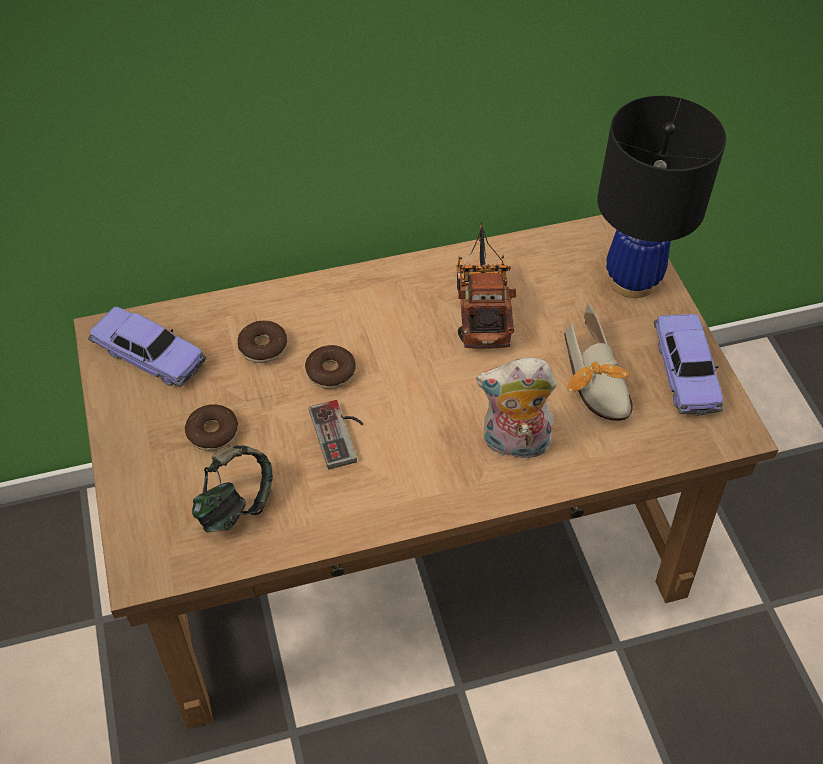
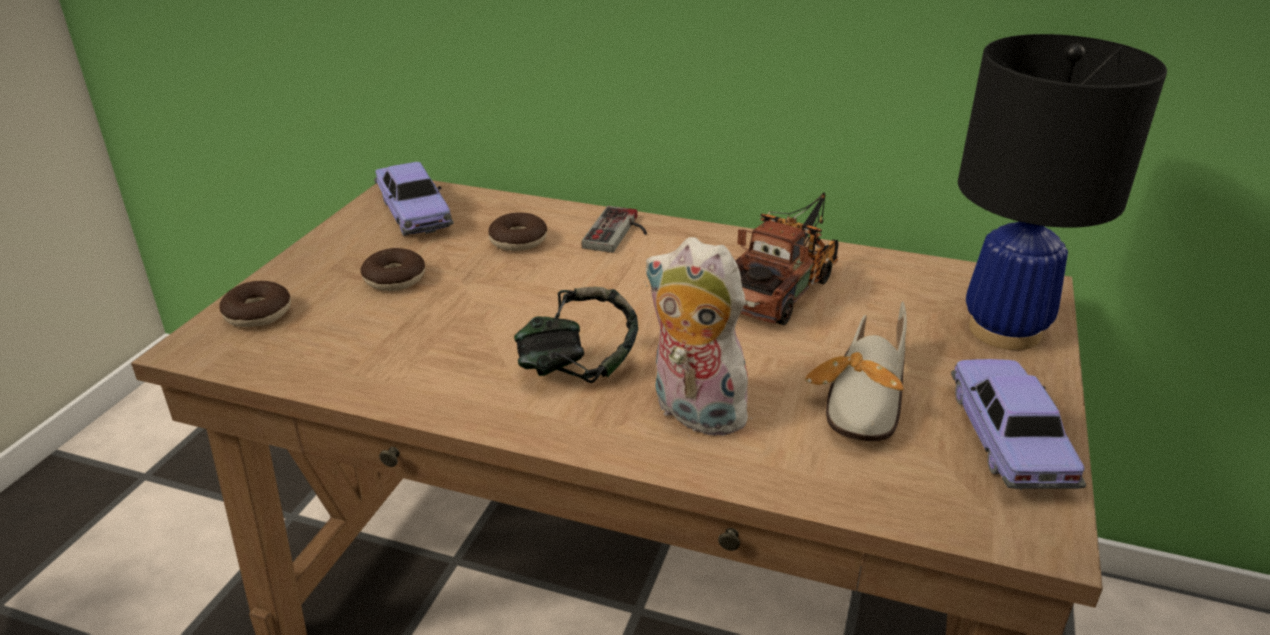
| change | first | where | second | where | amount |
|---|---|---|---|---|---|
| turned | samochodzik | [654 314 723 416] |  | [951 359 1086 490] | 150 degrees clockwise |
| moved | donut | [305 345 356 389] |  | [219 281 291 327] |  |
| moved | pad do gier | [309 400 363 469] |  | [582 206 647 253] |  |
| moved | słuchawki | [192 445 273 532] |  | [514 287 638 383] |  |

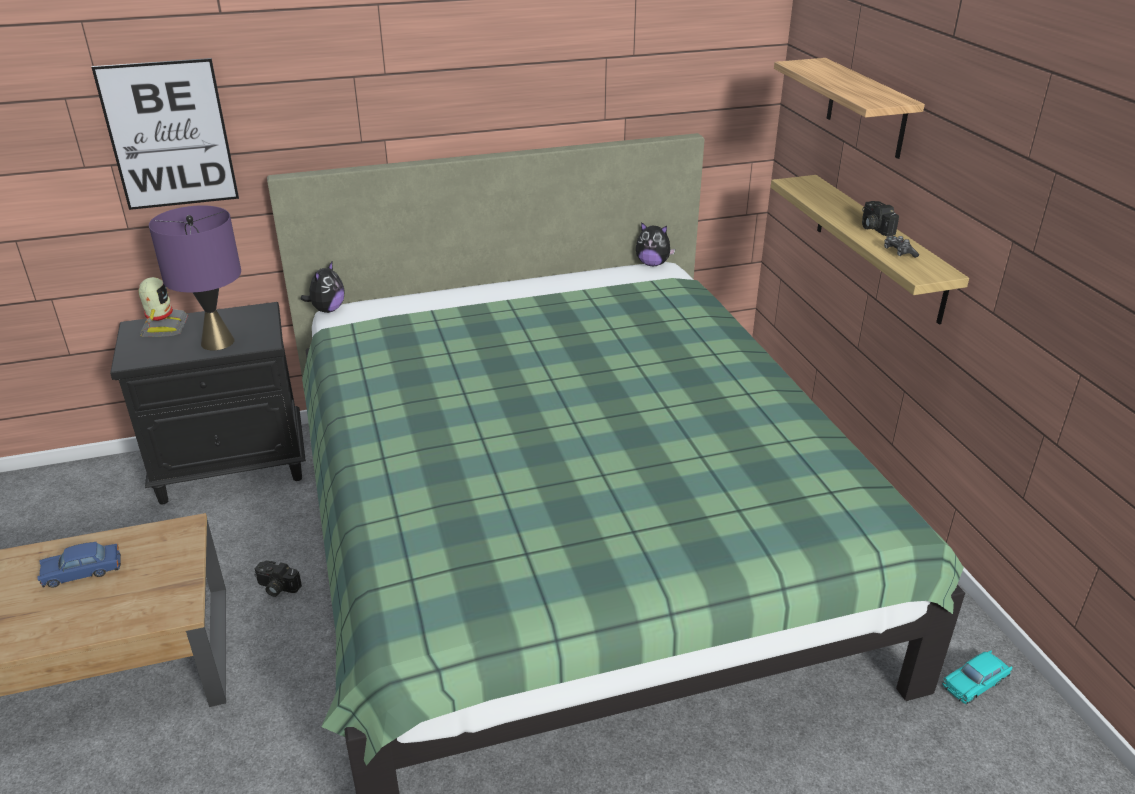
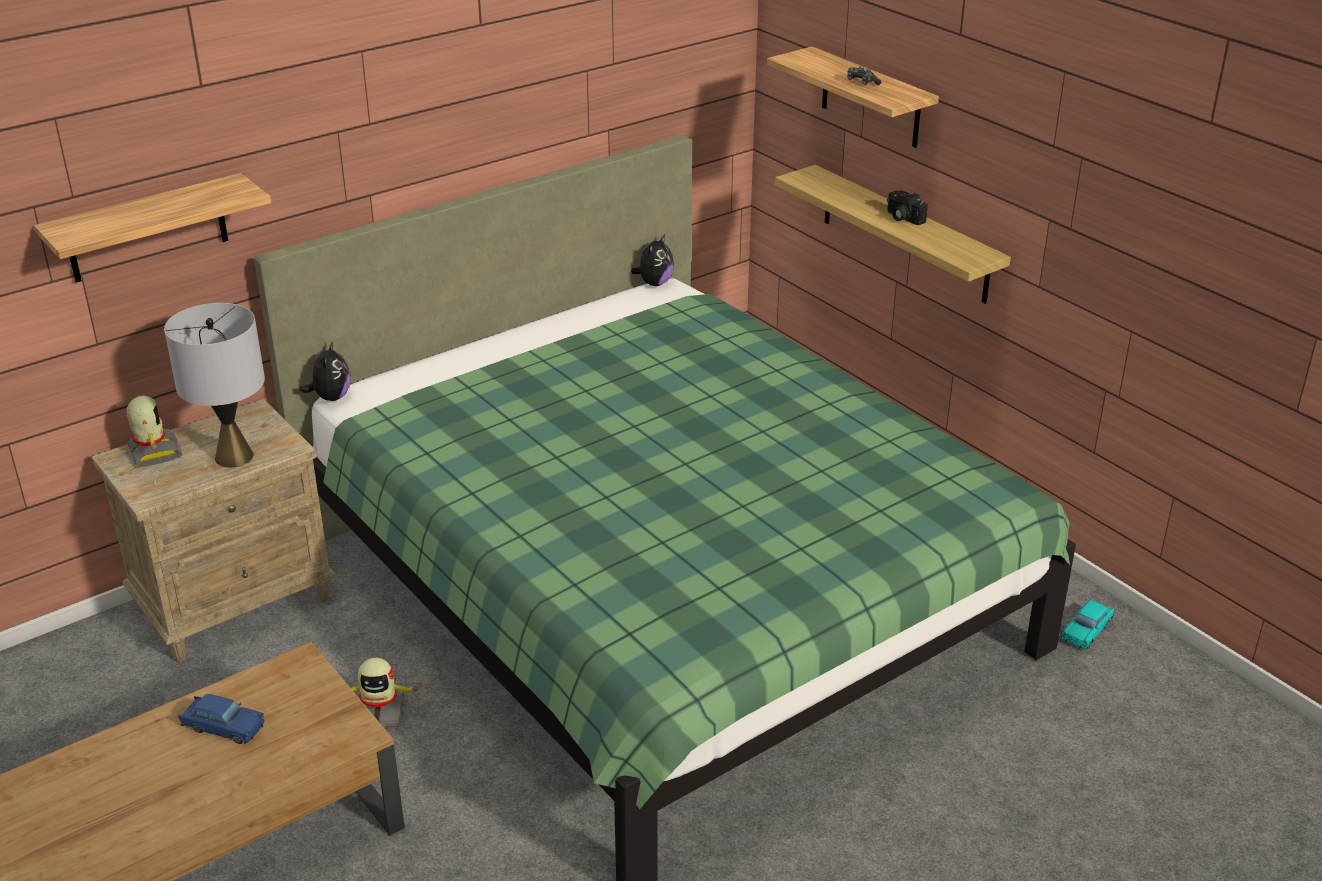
| change | first | where | second | where | amount |
|---|---|---|---|---|---|
| replaced | obraz | [91 58 239 210] | półka | [34 173 271 283] |  |
| recoloured | lampa stołowa (fioletowy) | [149 205 241 350] | lampa stołowa (szary) | [164 303 265 467] |  |
| turned | pluszak | [636 222 675 266] |  | [631 234 674 286] | 60 degrees counterclockwise |
| moved | pad do gier | [884 236 919 258] |  | [847 66 881 85] |  |
| recoloured | szafka nocna (czarny) | [110 302 306 504] | szafka nocna (beżowy) | [91 399 337 662] |  |
| turned | samochodzik (niebieski) | [37 542 121 588] |  | [178 694 264 744] | 120 degrees counterclockwise |
| replaced | aparat fotograficzny | [255 560 302 597] | robot zabawkowy | [351 658 421 728] |  |

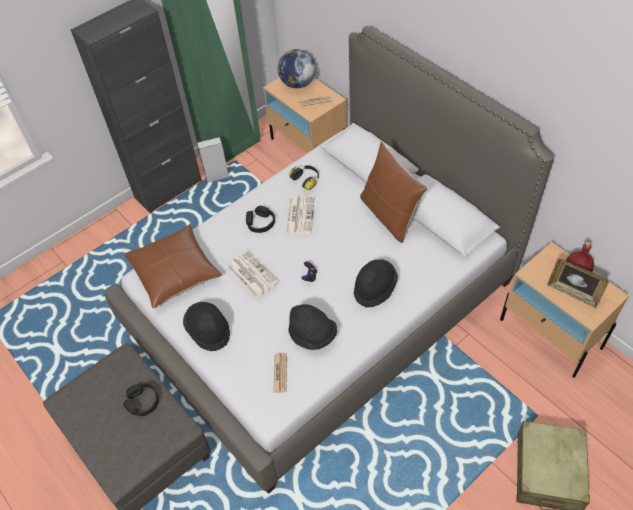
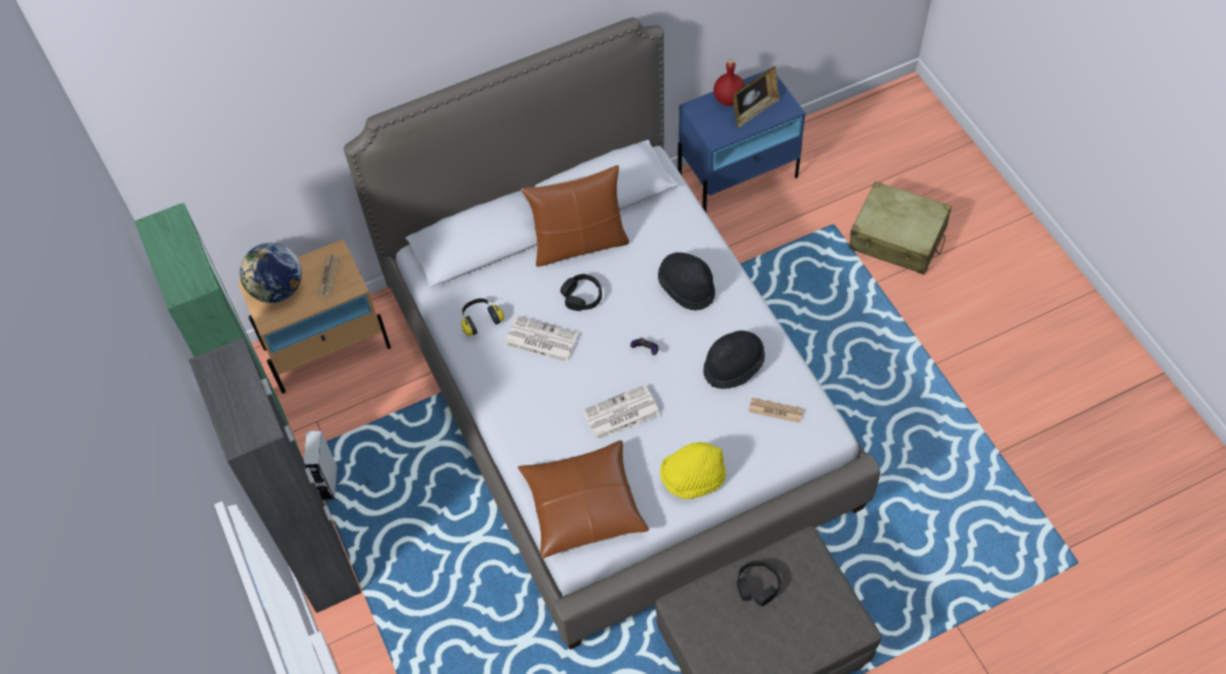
| change | first | where | second | where | amount |
|---|---|---|---|---|---|
| moved | słuchawki (czarny) | [246 206 275 233] |  | [560 274 602 311] |  |
| recoloured | szafka nocna (beżowy) | [500 242 629 378] | szafka nocna (niebieski) | [678 69 805 212] |  |
| recoloured | kapelusz (czarny) | [183 302 230 351] | kapelusz (żółty) | [660 442 726 499] |  |

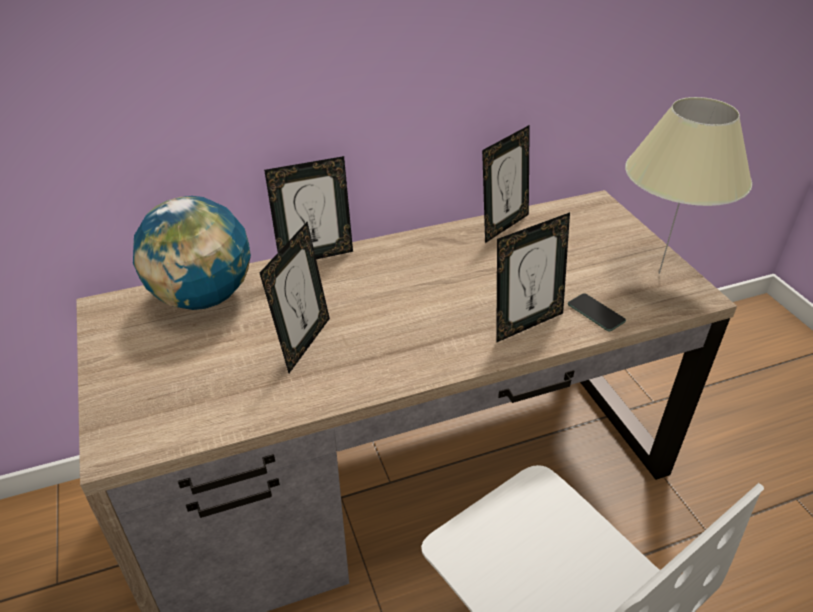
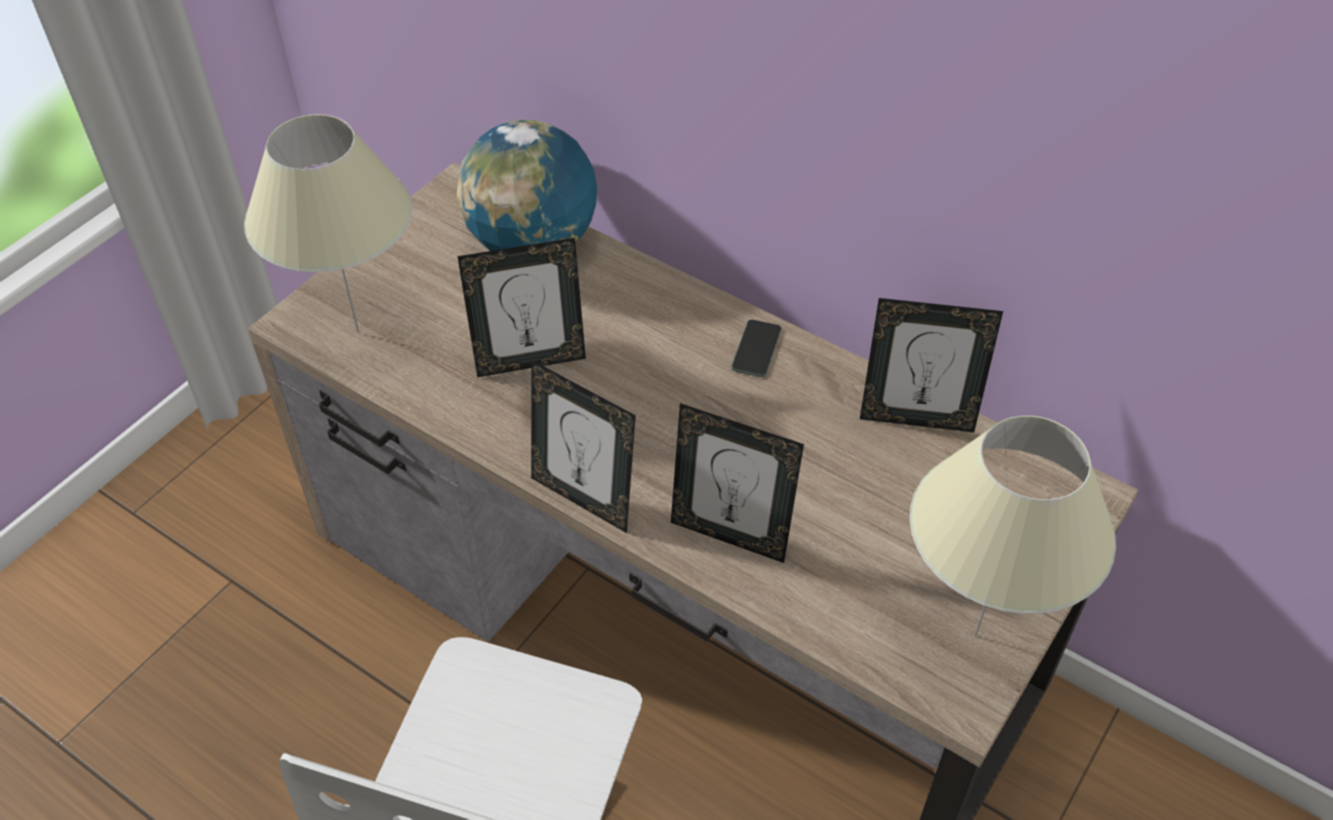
| change | first | where | second | where | amount |
|---|---|---|---|---|---|
| moved | ramka na zdjęcie | [264 156 353 259] |  | [531 360 636 533] |  |
| moved | telefon | [568 293 626 331] |  | [731 319 781 377] |  |
| added |  |  | lampa stołowa (beżowy) | [244 114 412 333] |  |

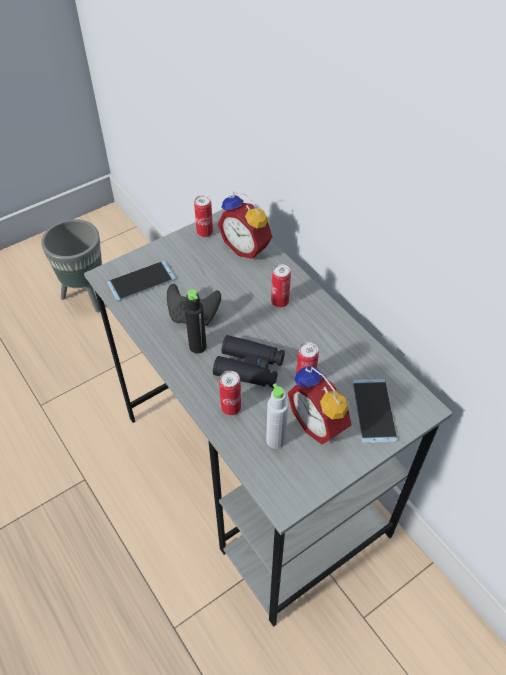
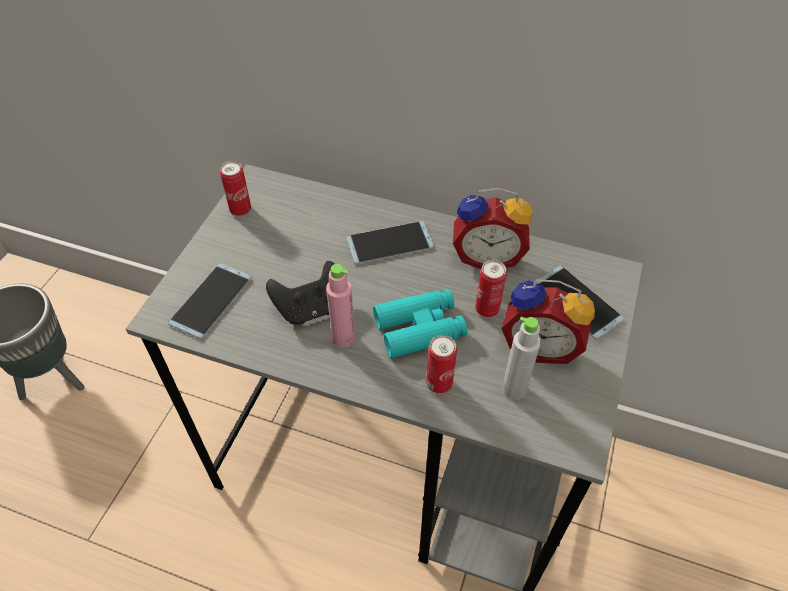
| change | first | where | second | where | amount |
|---|---|---|---|---|---|
| moved | budzik | [218 191 272 259] |  | [453 188 533 269] |  |
| replaced | puszka | [271 264 291 308] | telefon | [347 221 434 264] |  |
| recoloured | butelka (czarny) | [184 289 207 353] | butelka (różowy) | [326 264 355 348] |  |
| recoloured | lornetka (czarny) | [213 335 285 388] | lornetka (turkusowy) | [373 289 468 358] |  |

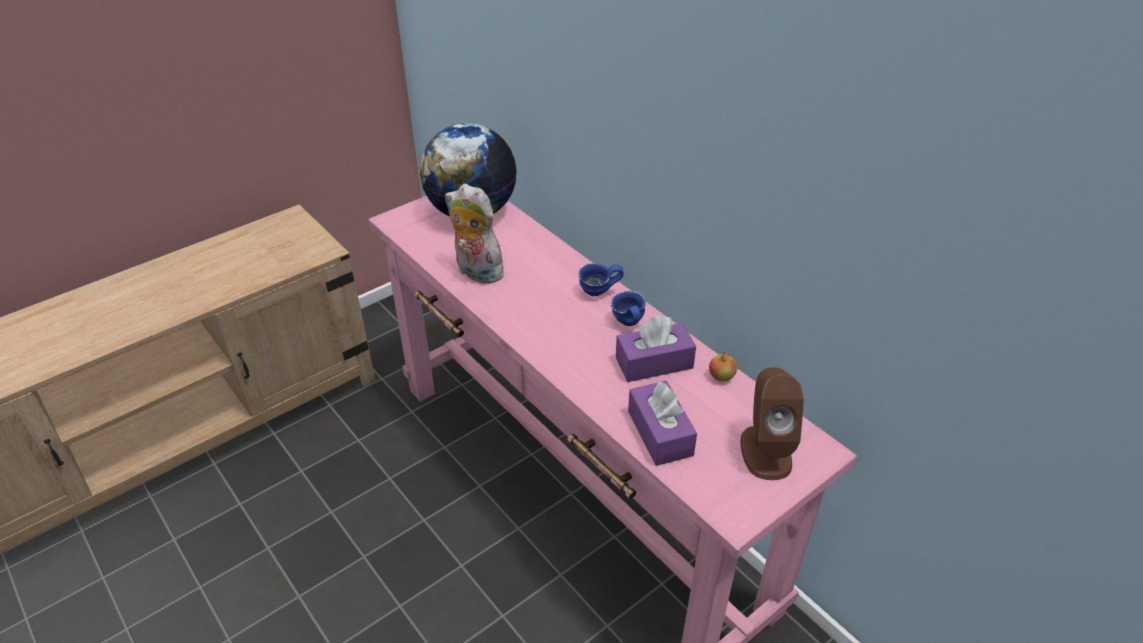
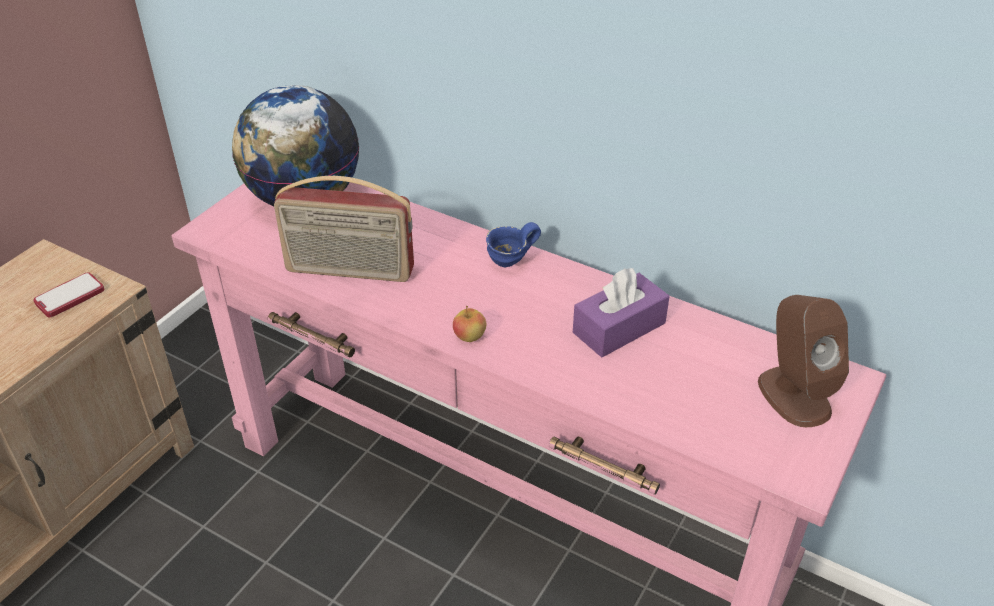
| change | first | where | second | where | amount |
|---|---|---|---|---|---|
| replaced | pluszak | [445 184 510 284] | radio | [274 176 414 282] |  |
| removed | kubek (niebieski) | [611 291 646 326] |  |  |  |
| moved | jabłko | [709 352 737 382] |  | [453 306 486 342] |  |
| removed | pudełko chusteczek (fioletowy) | [628 381 697 466] |  |  |  |
| added |  |  | telefon | [33 272 104 317] |  |

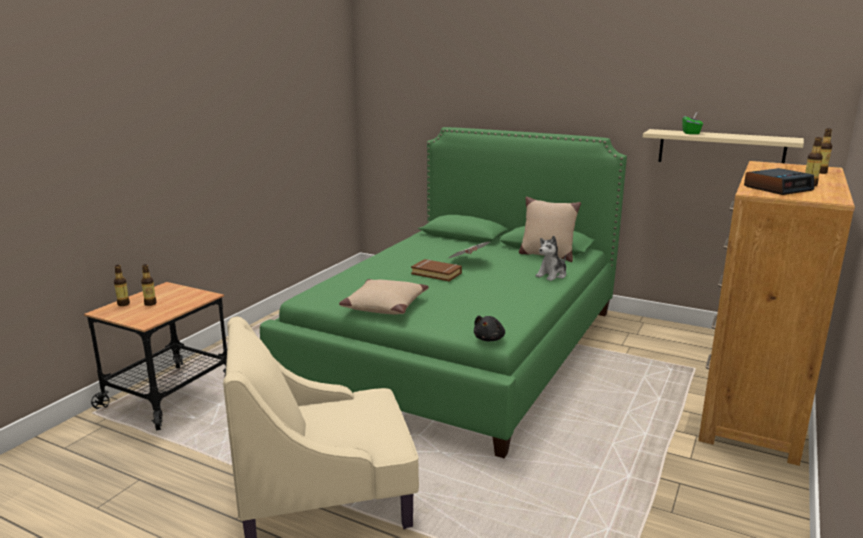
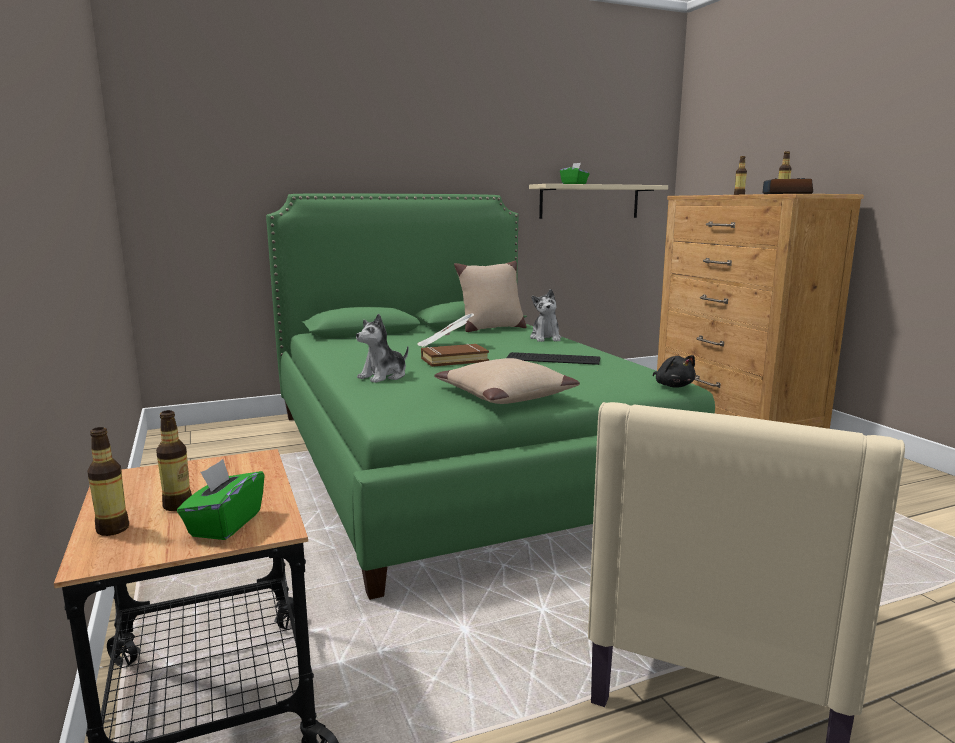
| change | first | where | second | where | amount |
|---|---|---|---|---|---|
| added |  |  | pluszak | [356 314 409 383] |  |
| added |  |  | klawiatura | [506 352 600 365] |  |
| added |  |  | pudełko chusteczek (zielony) | [177 459 265 540] |  |

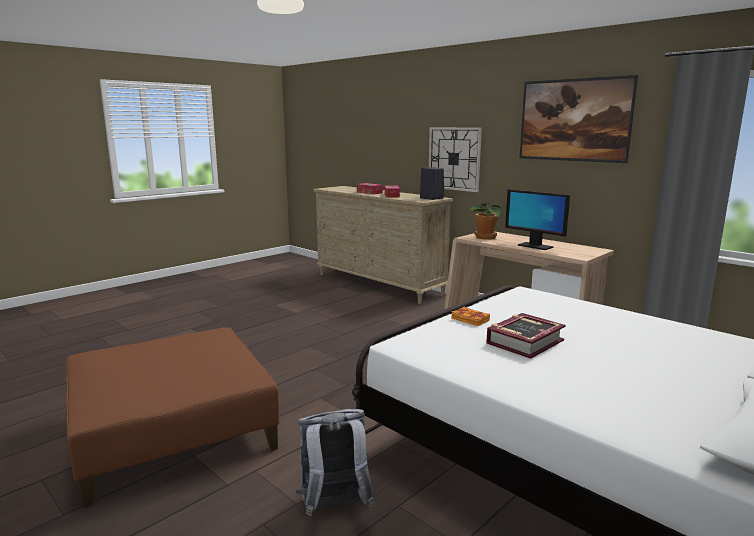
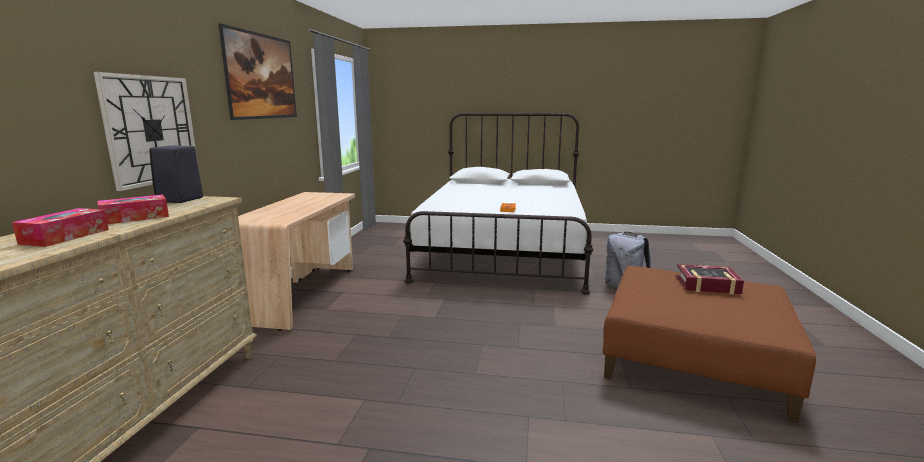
| change | first | where | second | where | amount |
|---|---|---|---|---|---|
| removed | monitor | [505 189 570 250] |  |  |  |
| removed | roślina doniczkowa | [469 203 501 239] |  |  |  |
| moved | książka | [486 313 566 359] |  | [676 264 744 294] |  |

